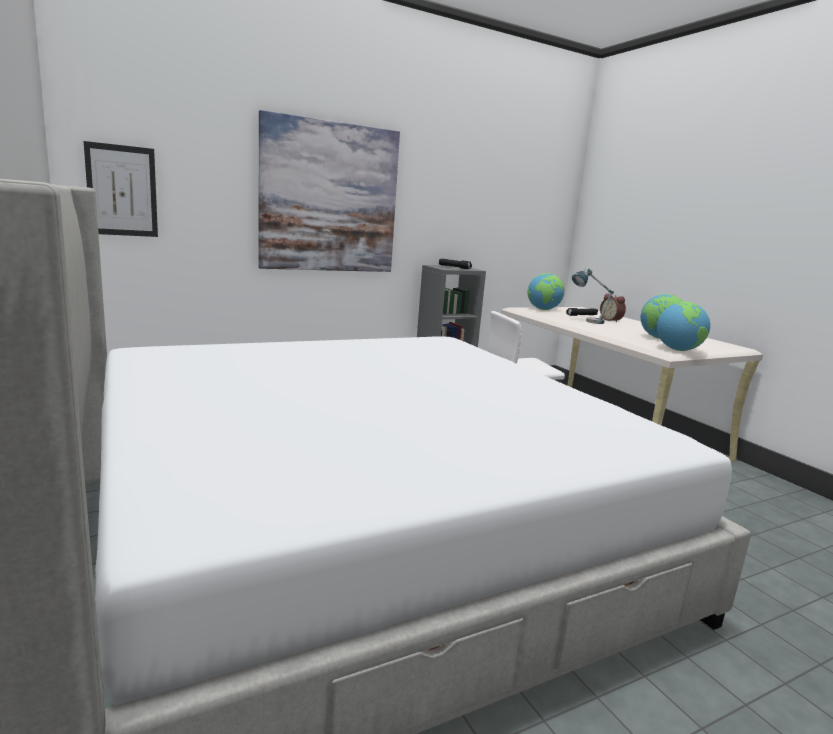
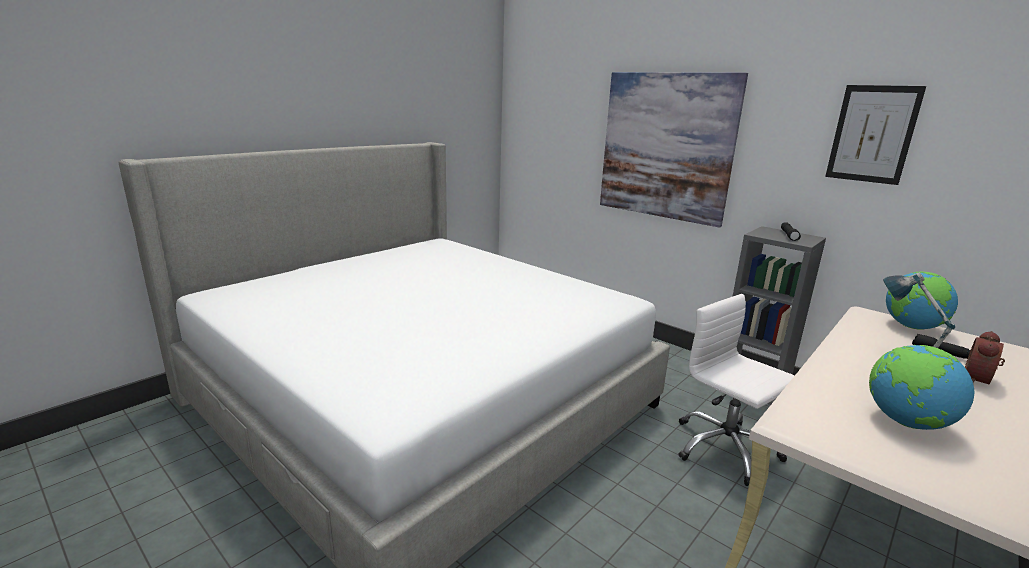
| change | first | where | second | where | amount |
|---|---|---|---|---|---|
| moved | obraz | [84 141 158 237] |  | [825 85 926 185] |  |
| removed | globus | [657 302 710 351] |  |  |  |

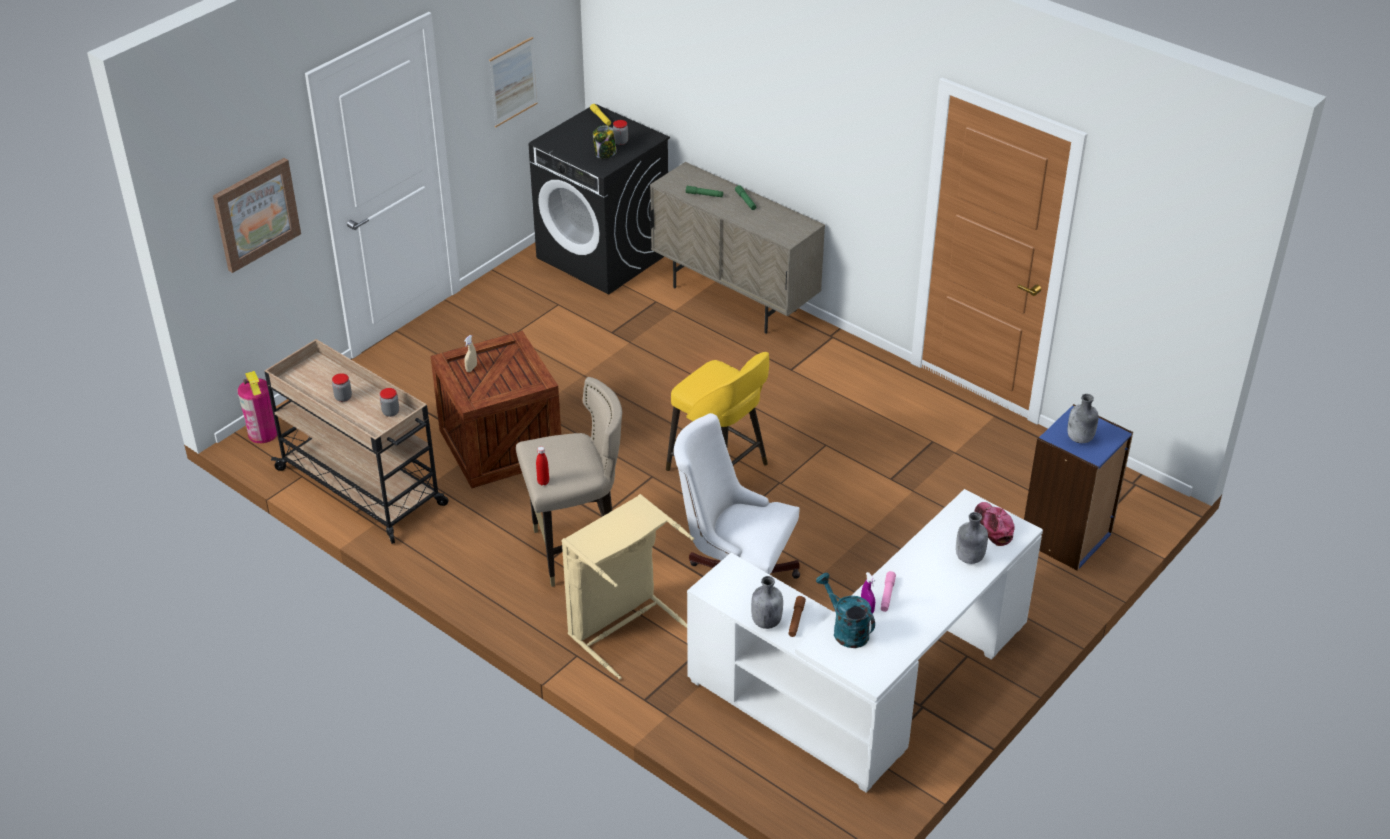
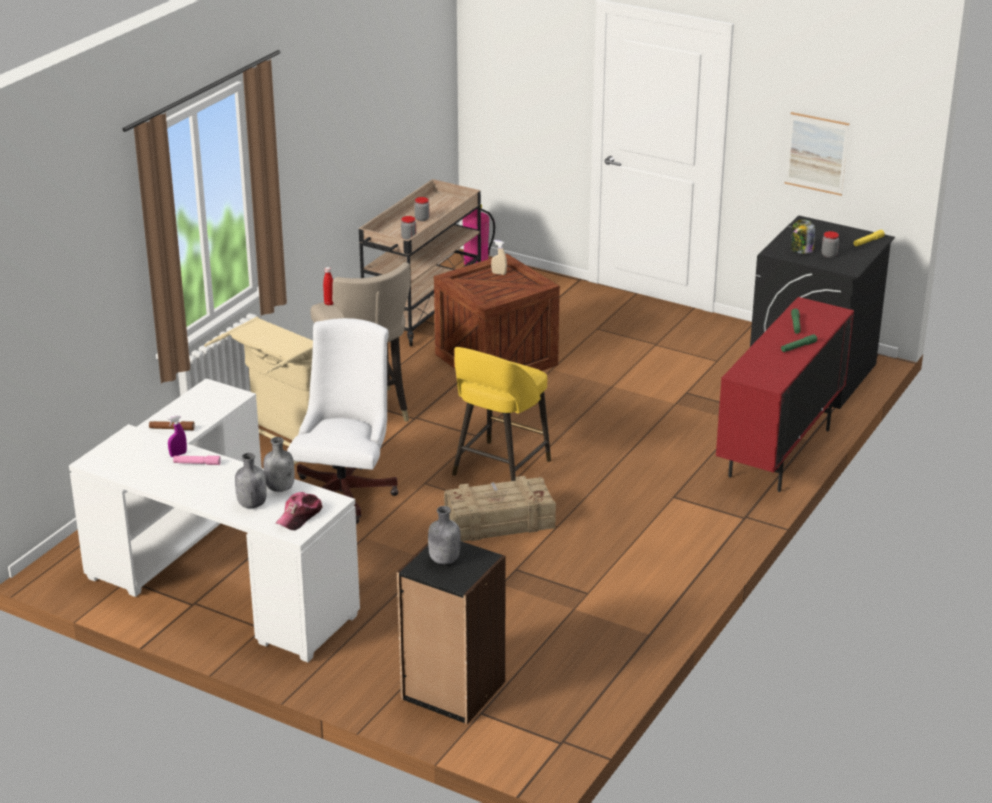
| change | first | where | second | where | amount |
|---|---|---|---|---|---|
| removed | obraz | [213 158 301 273] |  |  |  |
| recoloured | szafka (beżowy) | [650 162 825 334] | szafka (czerwony) | [716 297 854 492] |  |
| recoloured | regał (niebieski) | [1024 404 1133 571] | regał (czarny) | [397 541 506 724] |  |
| turned | czapka z daszkiem | [974 502 1015 546] |  | [275 492 323 530] | 150 degrees clockwise |
| removed | konewka (turkusowy) | [816 573 875 648] |  |  |  |
| moved | butelka (szary) | [751 576 783 629] |  | [264 437 295 492] |  |
| added |  |  | skrzynka | [444 476 556 541] |  |

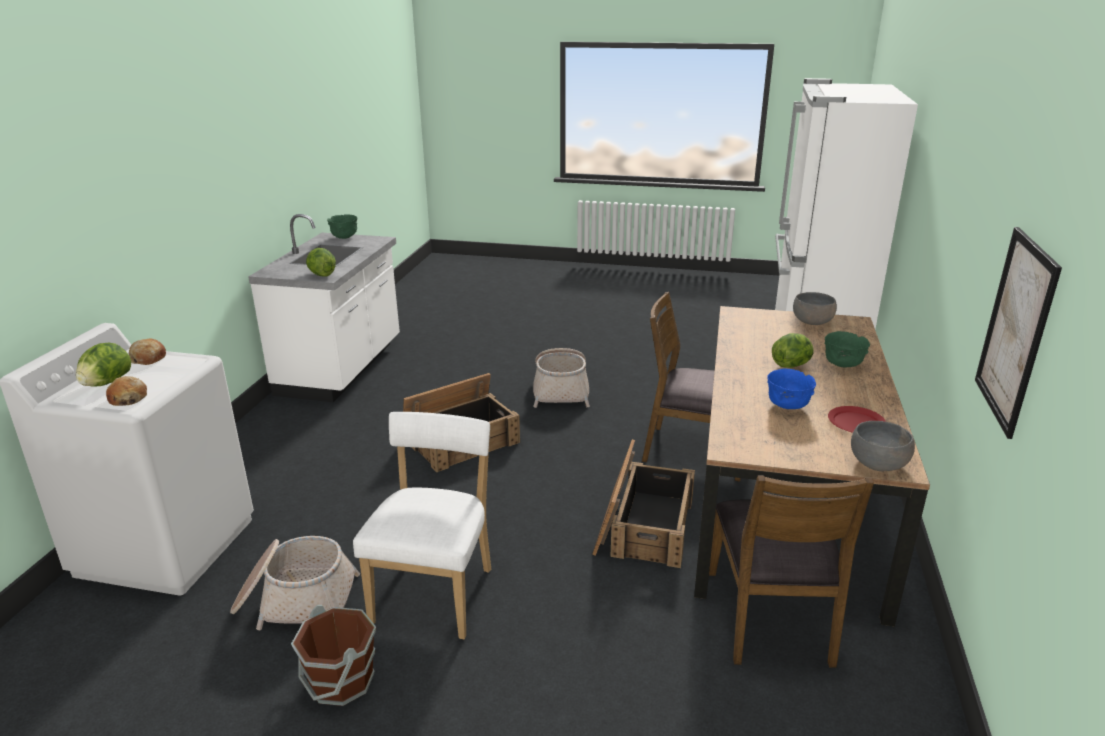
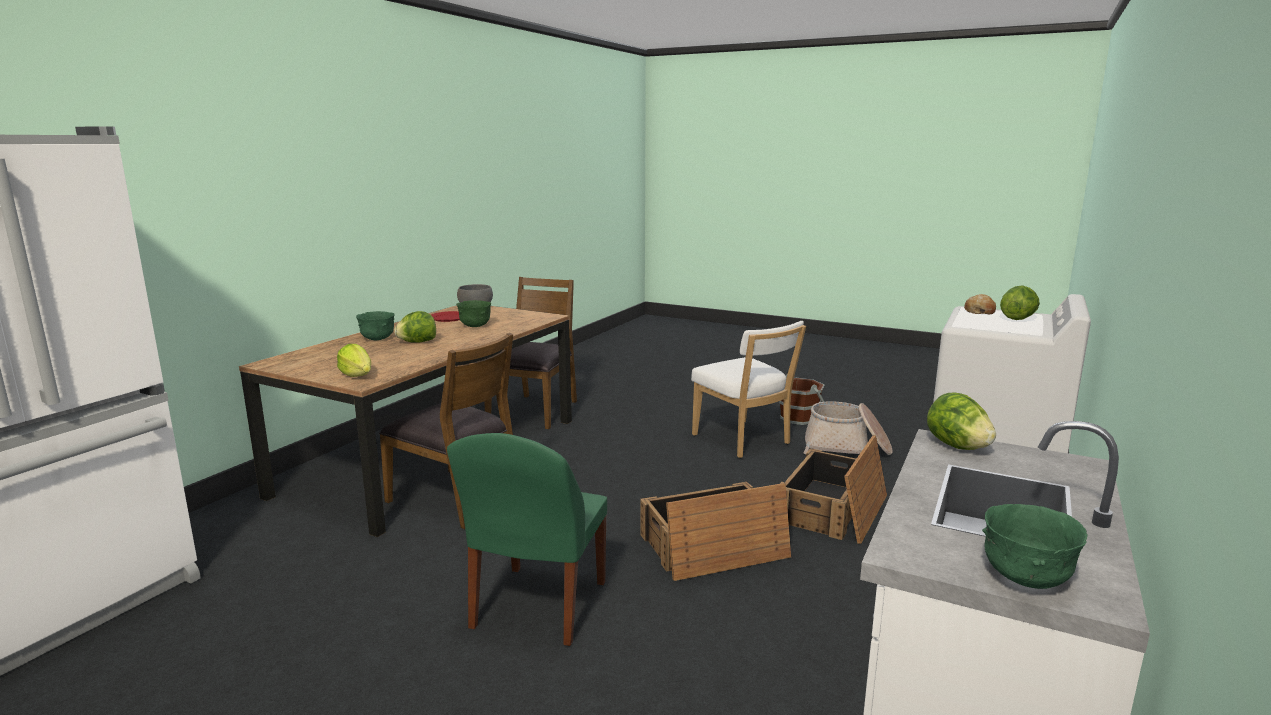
| change | first | where | second | where | amount |
|---|---|---|---|---|---|
| removed | obraz | [975 227 1062 439] |  |  |  |
| removed | miska (szary) | [793 292 837 325] |  |  |  |
| removed | chleb | [129 339 166 365] |  |  |  |
| replaced | koszyk | [533 348 590 408] | krzesło (zielony) | [447 433 607 646] |  |
| recoloured | miska (niebieski) | [767 368 817 409] | miska (zielony) | [456 300 491 327] |  |
| turned | krzesło (biały) | [353 412 491 639] |  | [691 321 806 458] | 60 degrees counterclockwise |
| moved | skrzynka | [592 439 695 568] |  | [780 435 887 544] |  |
| added |  |  | sałata | [337 344 371 377] |  |

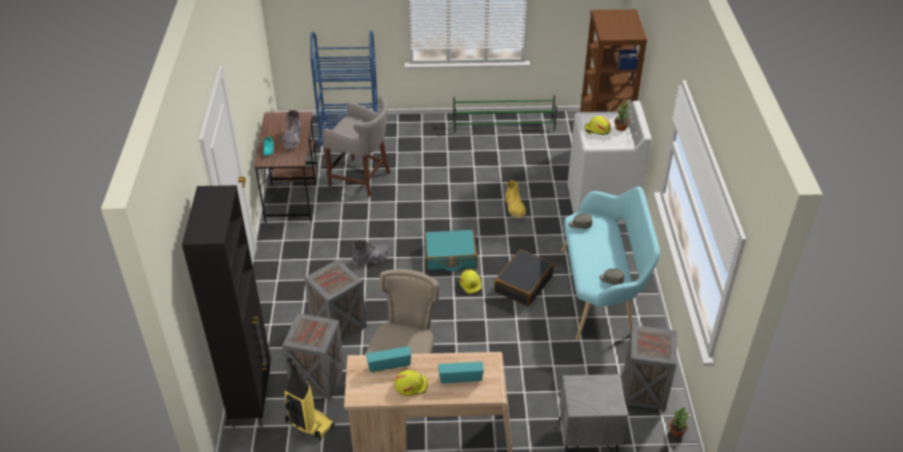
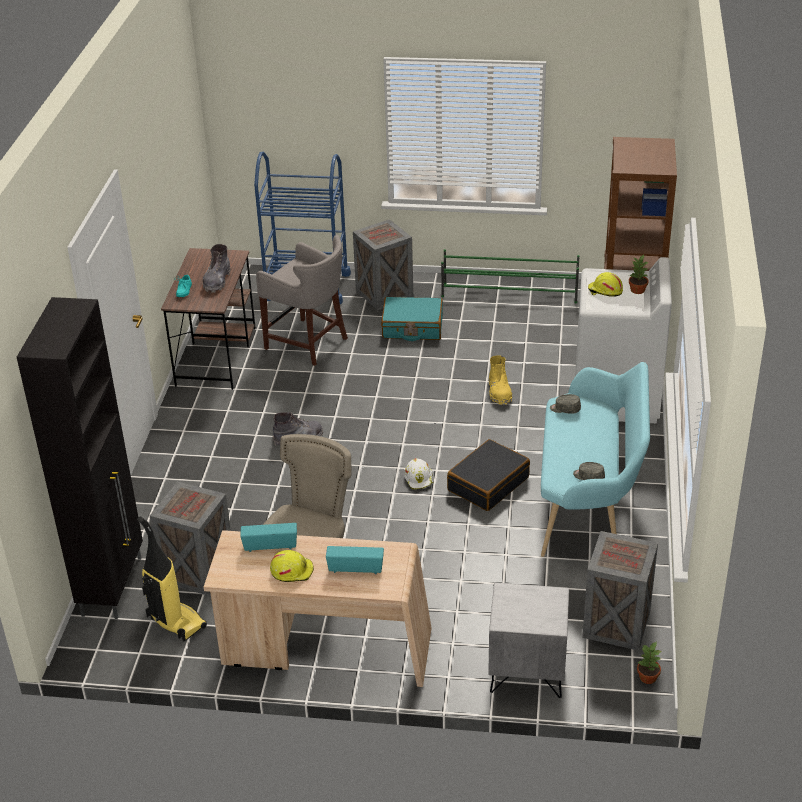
| change | first | where | second | where | amount |
|---|---|---|---|---|---|
| moved | walizka (turkusowy) | [424 230 477 271] |  | [381 297 443 341] |  |
| moved | skrzynka | [304 259 367 342] |  | [353 219 414 310] |  |
| recoloured | kask (żółty) | [459 269 482 294] | kask (biały) | [405 458 433 489] |  |

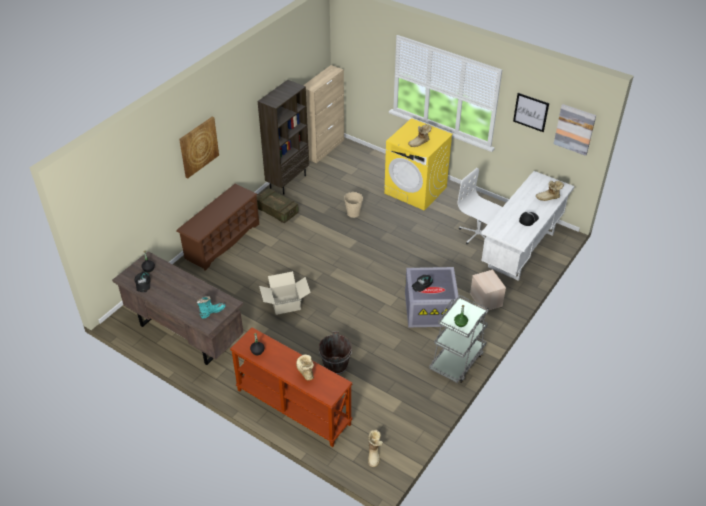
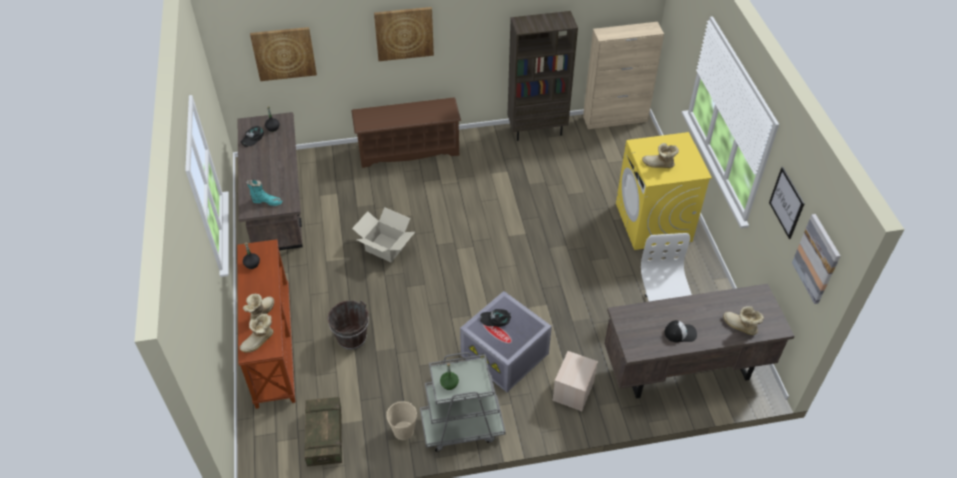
| change | first | where | second | where | amount |
|---|---|---|---|---|---|
| recoloured | biurko (biały) | [481 171 574 281] | biurko (brązowy) | [604 284 795 399] |  |
| moved | skrzynka | [257 188 299 223] |  | [304 397 342 466] |  |
| moved | wiadro (beżowy) | [344 192 363 218] |  | [386 401 417 440] |  |
| moved | but z cholewką | [368 430 383 467] |  | [240 314 273 353] |  |
| added |  |  | obraz | [250 27 317 81] |  |

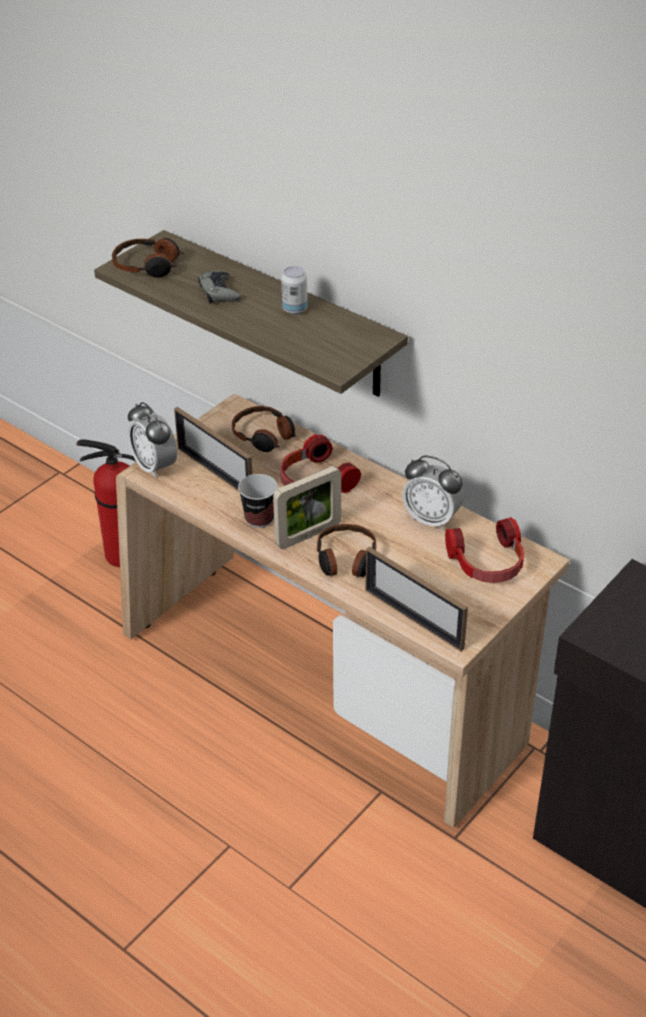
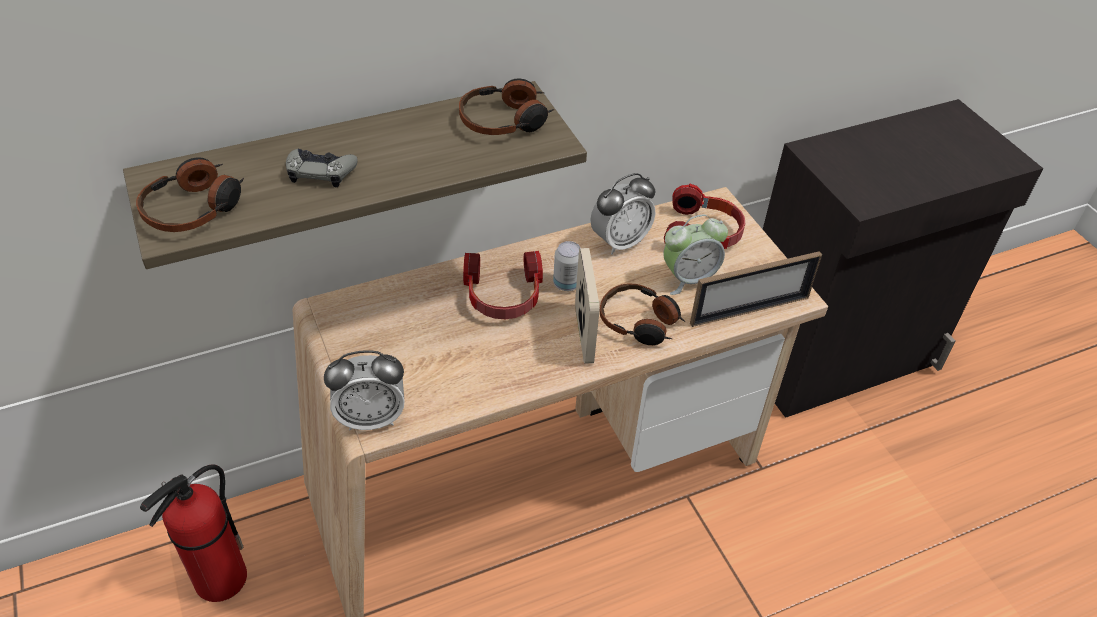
| change | first | where | second | where | amount |
|---|---|---|---|---|---|
| moved | puszka | [281 266 308 314] |  | [553 241 580 291] |  |
| moved | słuchawki | [232 406 296 452] |  | [459 78 554 135] |  |
| removed | ramka na zdjęcie | [174 407 253 491] |  |  |  |
| removed | filiżanka | [238 474 277 528] |  |  |  |
| added |  |  | budzik | [663 215 728 295] |  |

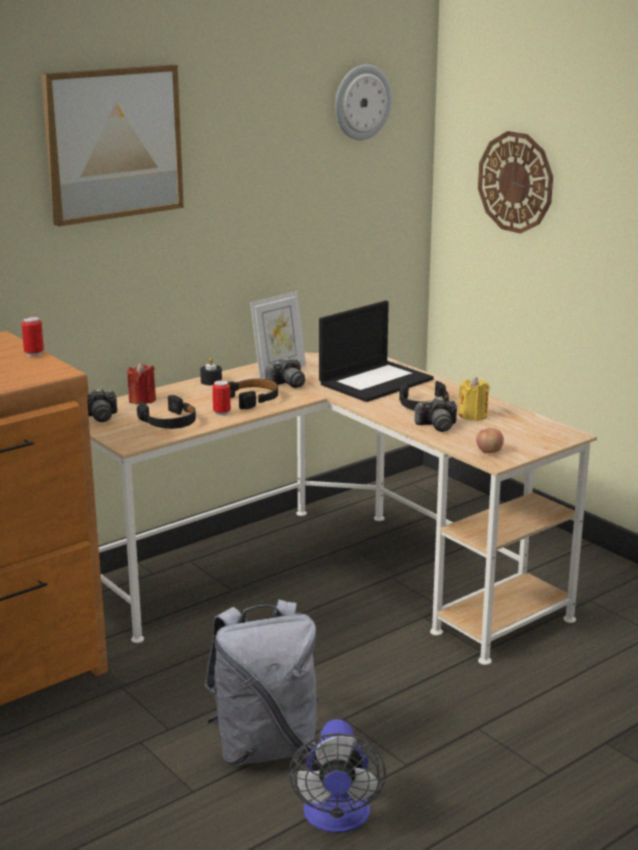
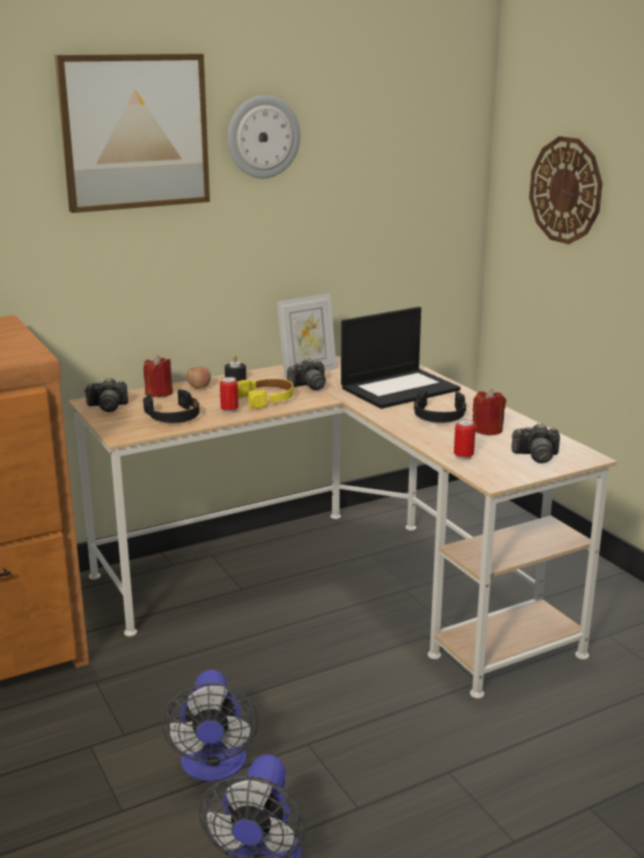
| change | first | where | second | where | amount |
|---|---|---|---|---|---|
| moved | zegar ścienny | [335 65 392 140] |  | [227 95 300 178] |  |
| moved | puszka | [21 317 44 357] |  | [454 419 476 460] |  |
| recoloured | świeca (żółty) | [458 377 490 421] | świeca (czerwony) | [472 389 506 436] |  |
| recoloured | słuchawki (czarny) | [228 379 278 409] | słuchawki (żółty) | [238 378 293 408] |  |
| moved | aparat fotograficzny | [414 396 457 432] |  | [511 423 560 463] |  |
| moved | jabłko | [476 428 504 453] |  | [187 367 211 388] |  |
| replaced | plecak (szary) | [205 600 318 766] | wentylator | [162 670 259 781] |  |

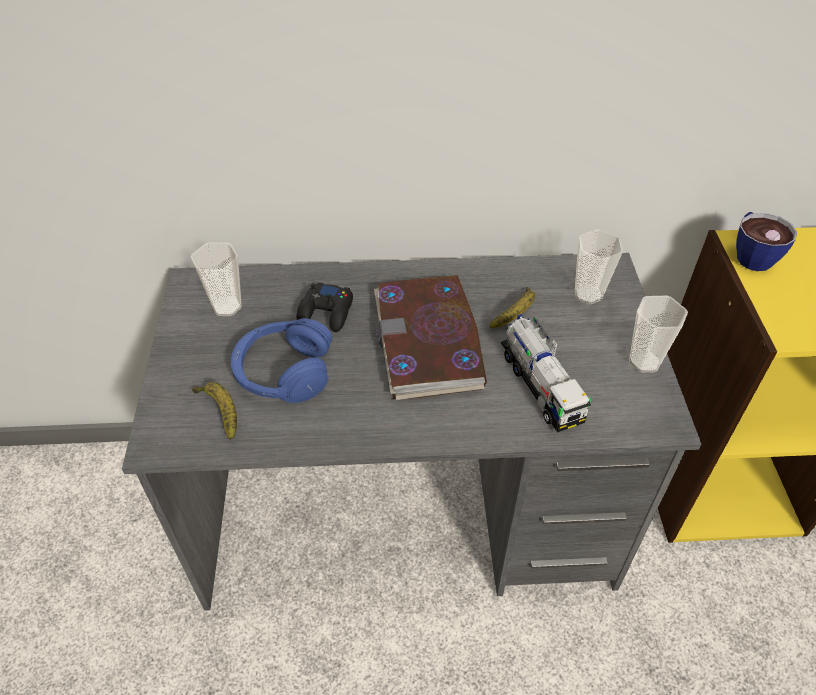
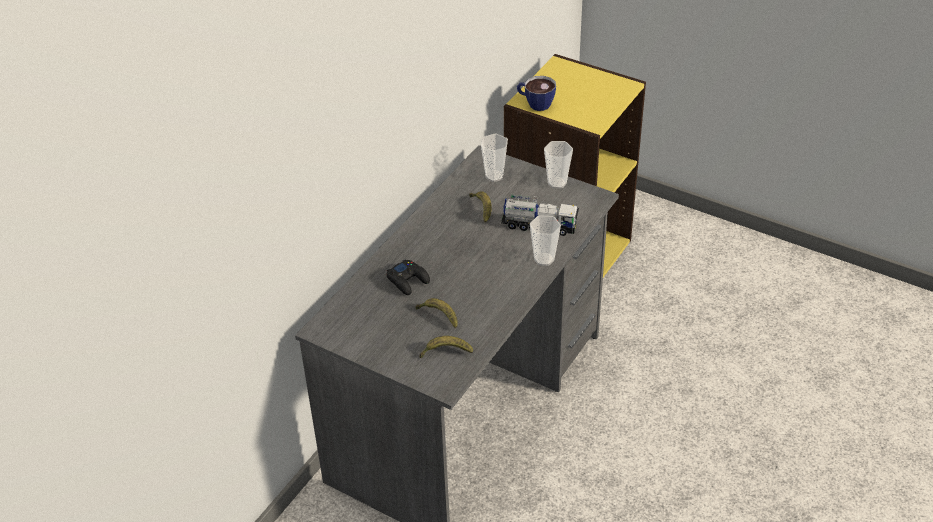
| change | first | where | second | where | amount |
|---|---|---|---|---|---|
| moved | filiżanka | [191 242 242 316] |  | [530 215 561 266] |  |
| removed | książka | [374 275 487 400] |  |  |  |
| replaced | słuchawki (niebieski) | [231 318 332 403] | banan | [415 298 458 328] |  |

